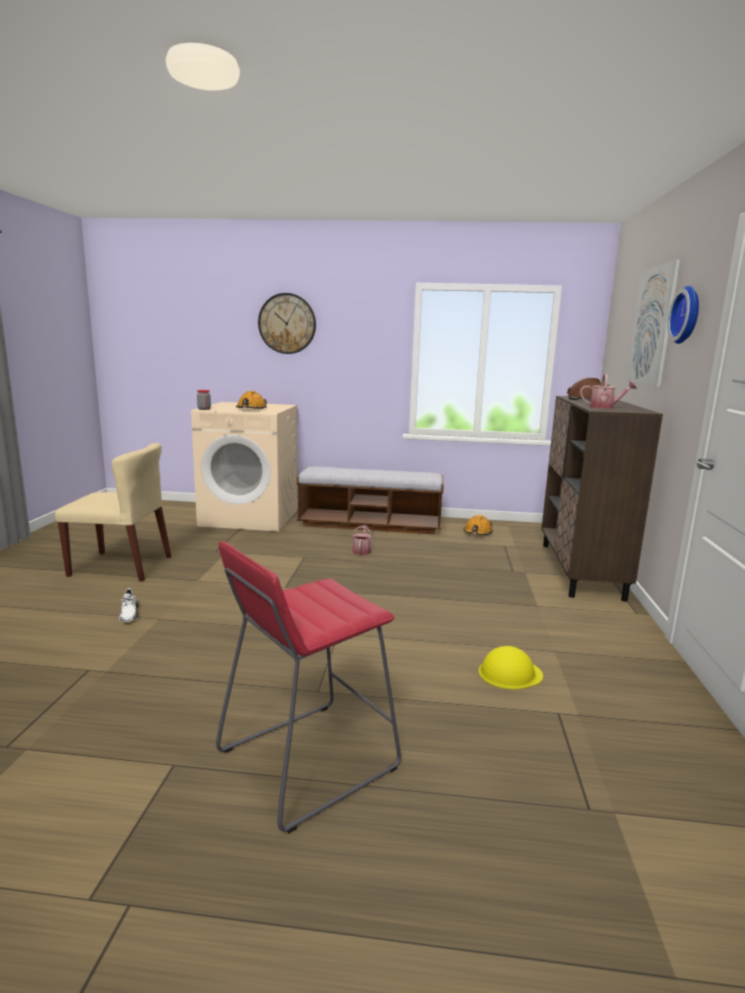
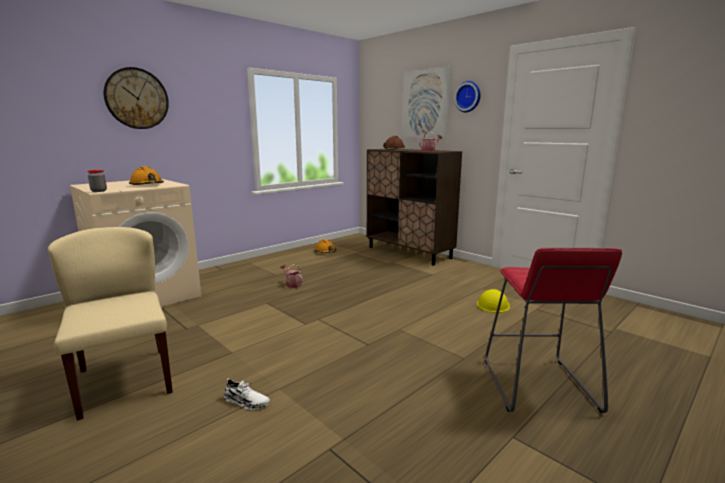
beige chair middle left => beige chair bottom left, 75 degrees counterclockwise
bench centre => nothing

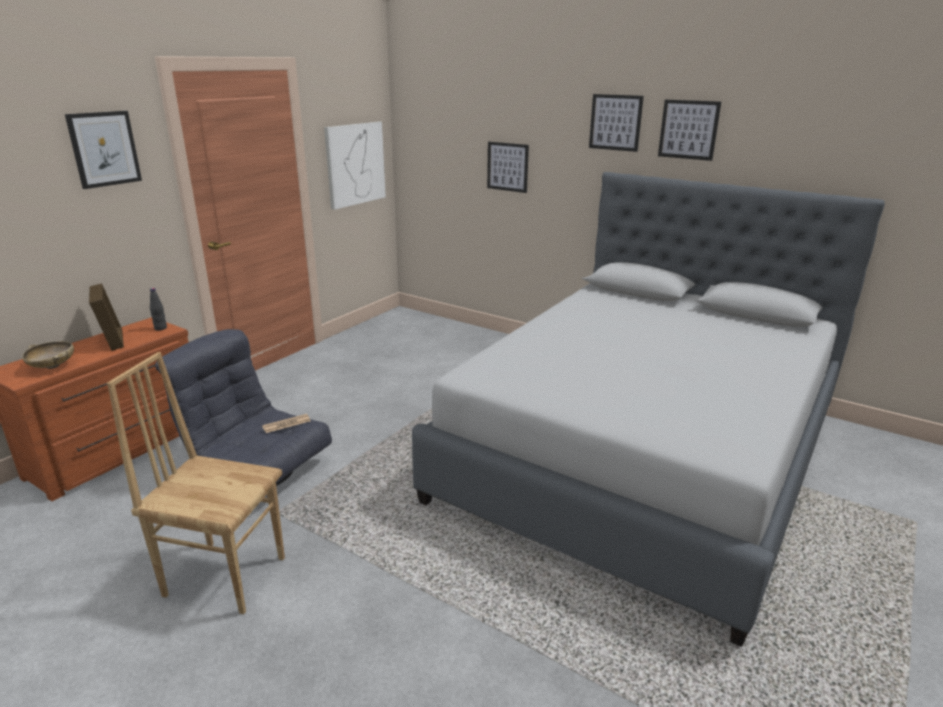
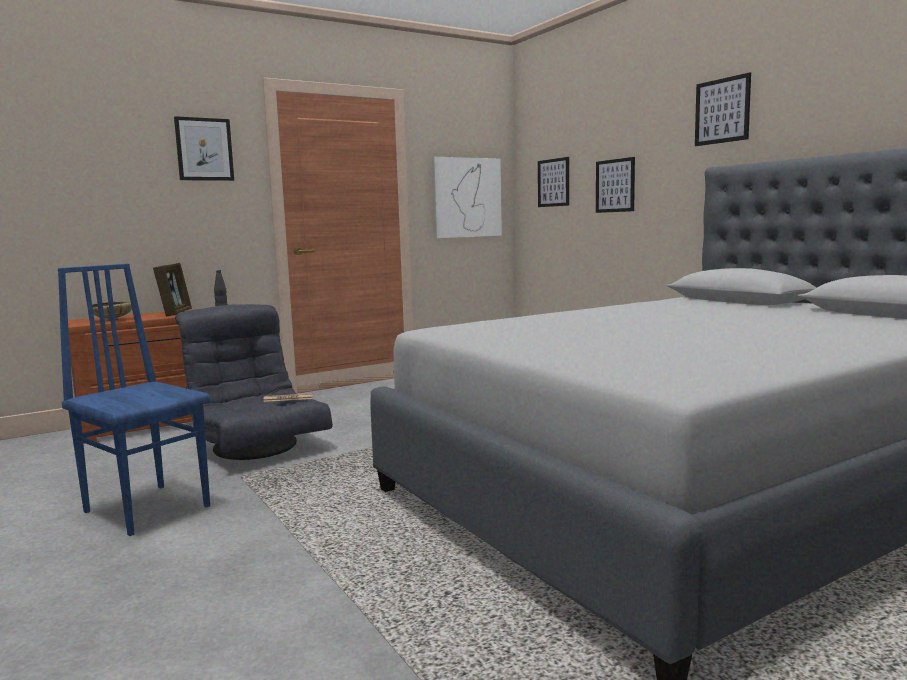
picture (no. 5 from left in the first image) top right => picture (no. 3 from left) top centre, shifted
brown chair bottom left => blue chair middle left

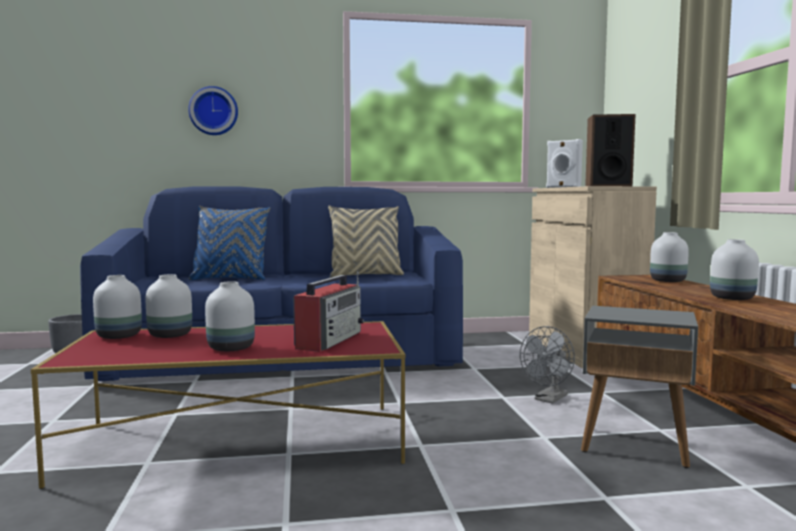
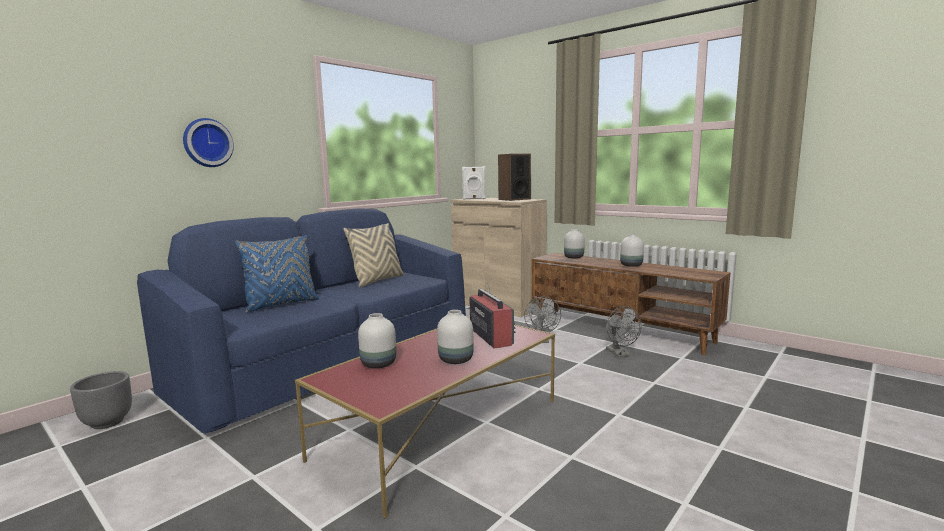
white vase (no. 1 from left) middle left => nothing
grey side table bottom right => grey fan (no. 2 from left) centre

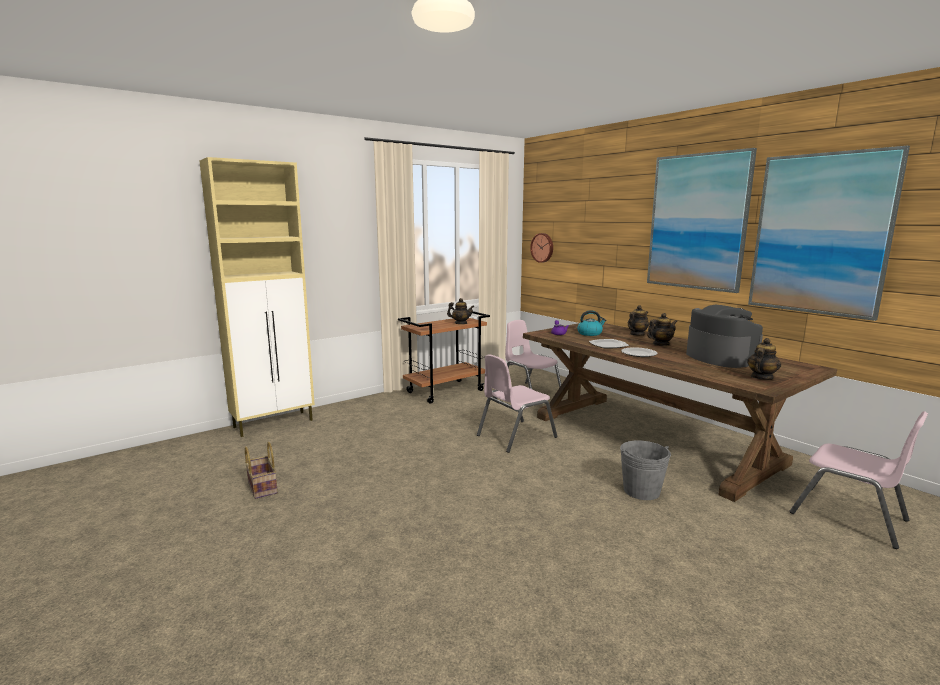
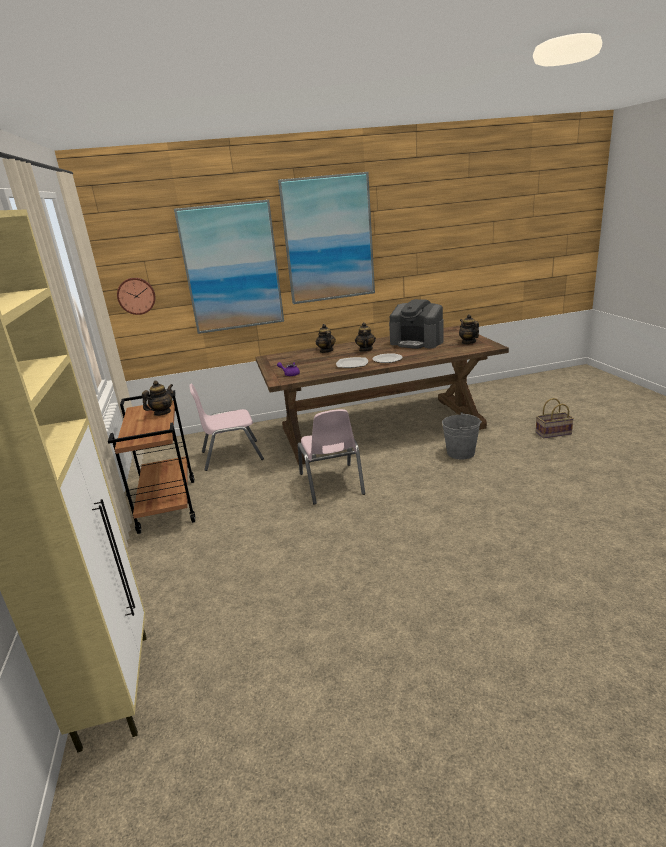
picture (no. 2 from left in the first image) middle right => picture (no. 1 from left) top centre, shifted
coffee machine middle right => coffee machine centre, 150 degrees counterclockwise
kettle centre => nothing
pink chair (no. 3 from left) bottom right => nothing
basket bottom left => basket middle right, shifted

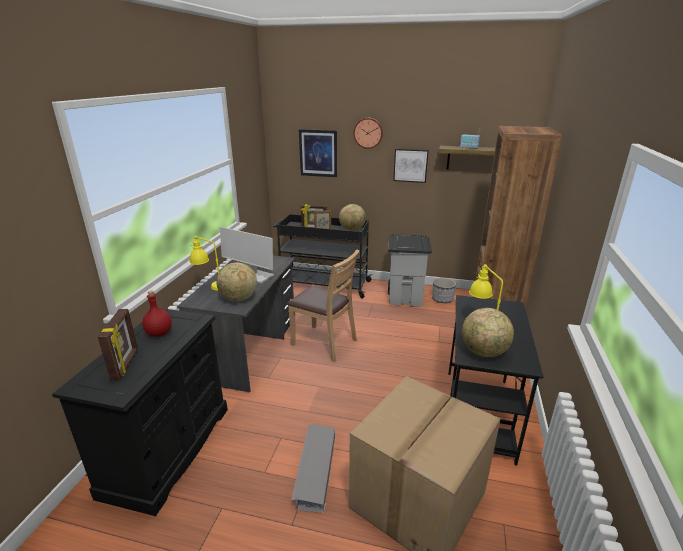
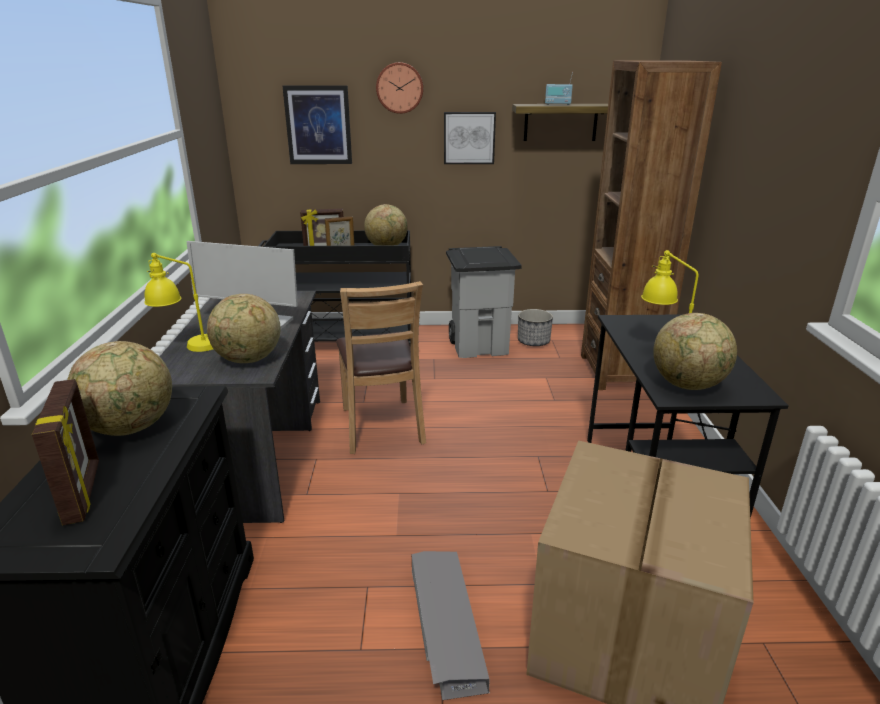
brown chair centre, 60 degrees clockwise
red bottle middle left => globe (no. 1 from left) middle left

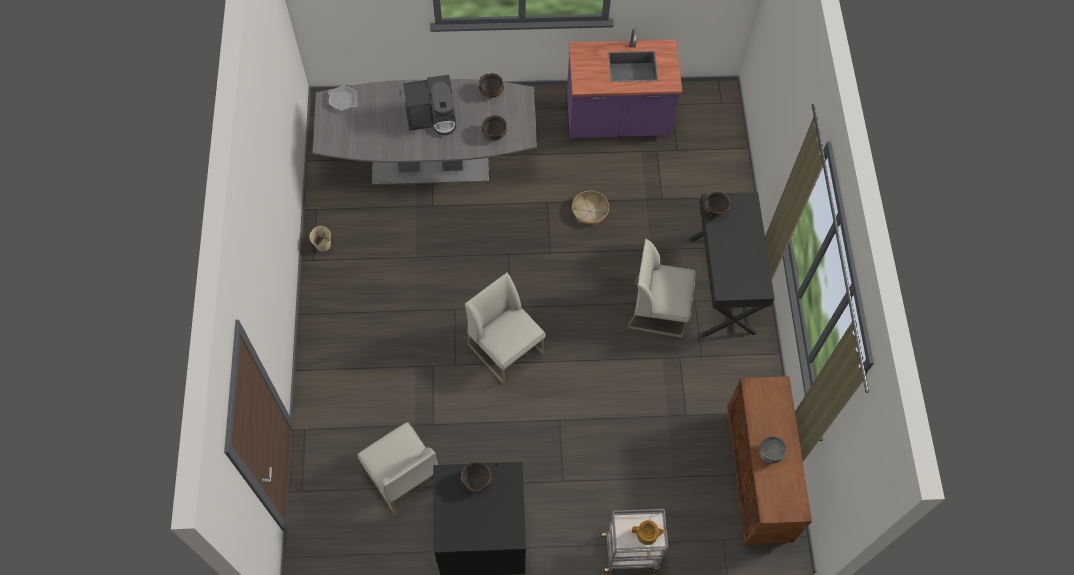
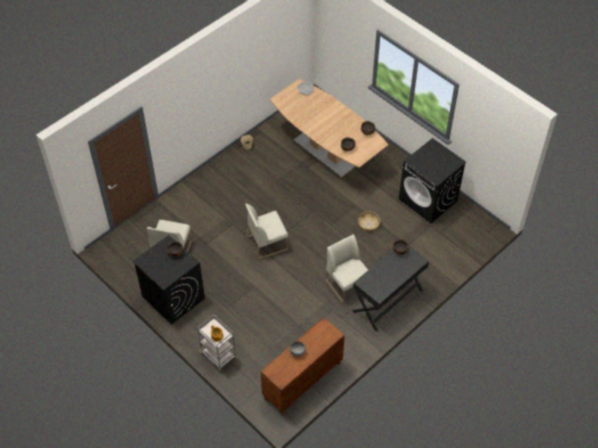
purple counter top centre => black washing machine (no. 2 from left) middle right
coffee machine top centre => nothing
grey dining table top centre => brown dining table top centre
white chair (no. 2 from left) centre, 120 degrees counterclockwise

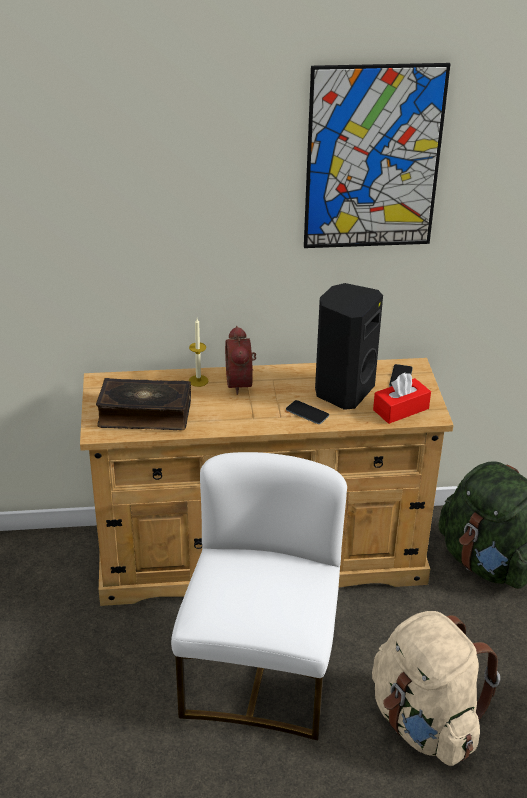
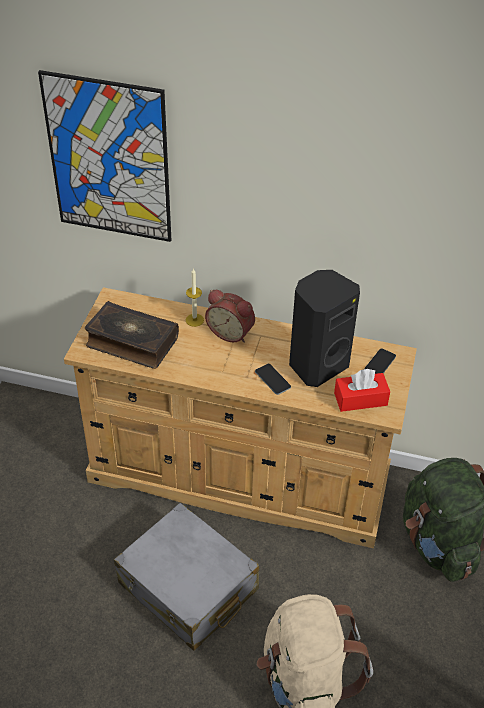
picture top right => picture top left, shifted
alarm clock centre, 75 degrees counterclockwise
white chair bottom centre => grey suitcase bottom centre

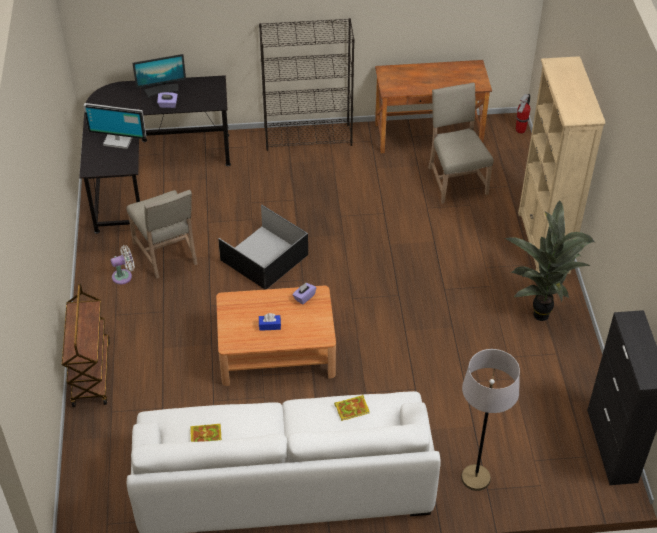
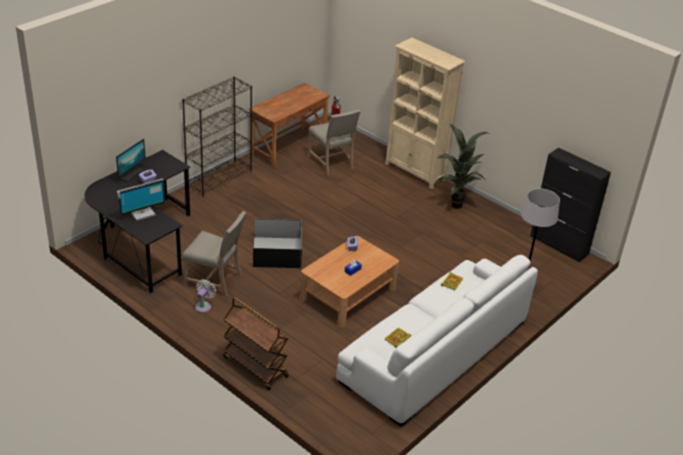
beige chair (no. 2 from left) top right => beige chair (no. 2 from left) top centre, 150 degrees counterclockwise

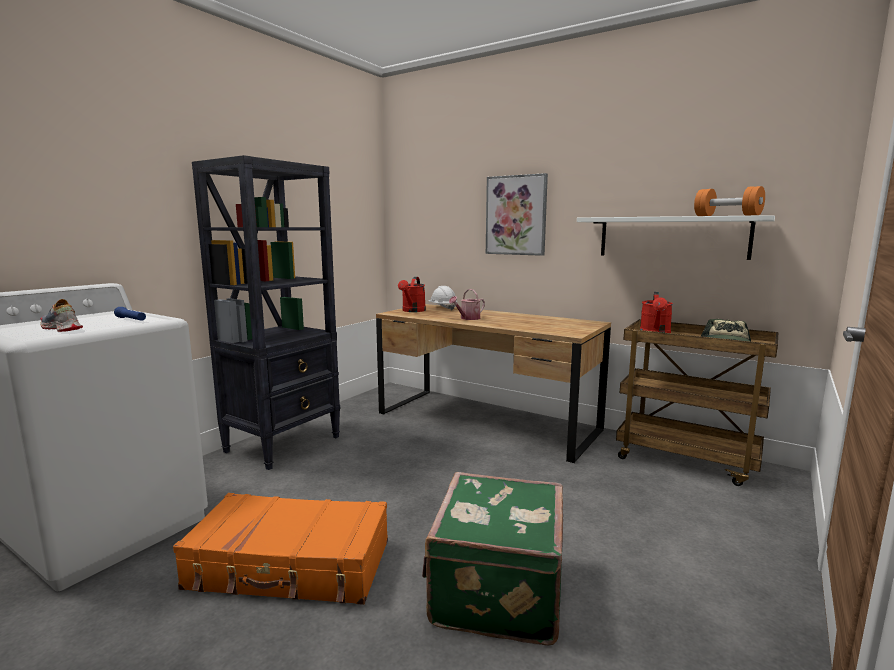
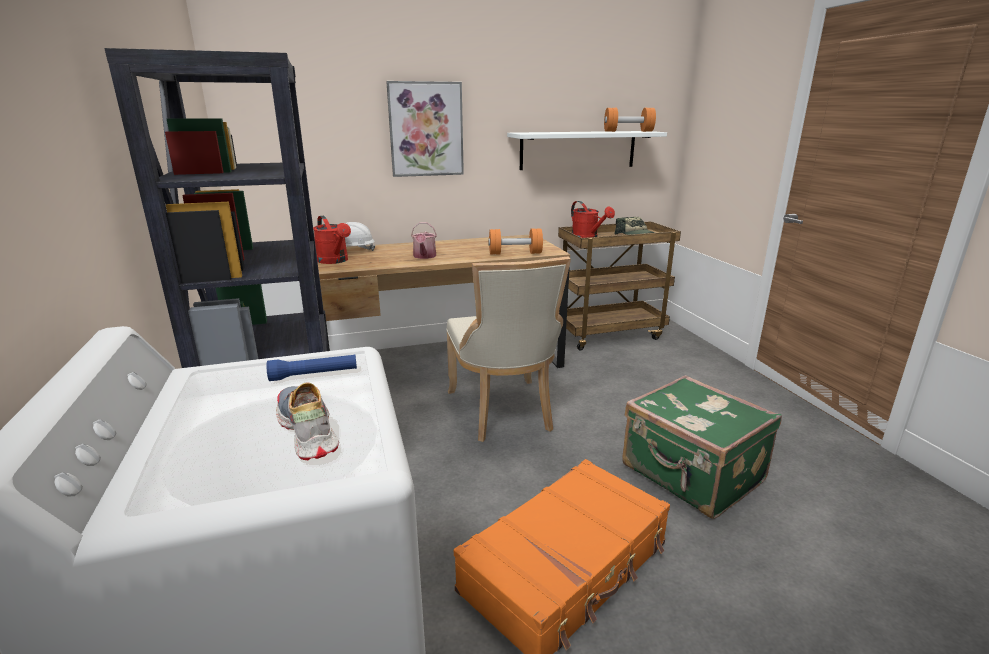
shoe middle left, 75 degrees clockwise
nothing => orange dumbbell (no. 1 from left) centre
nothing => beige chair centre

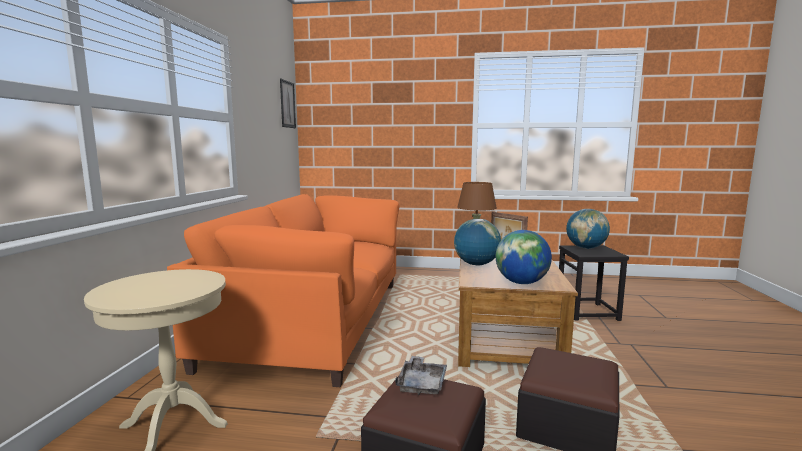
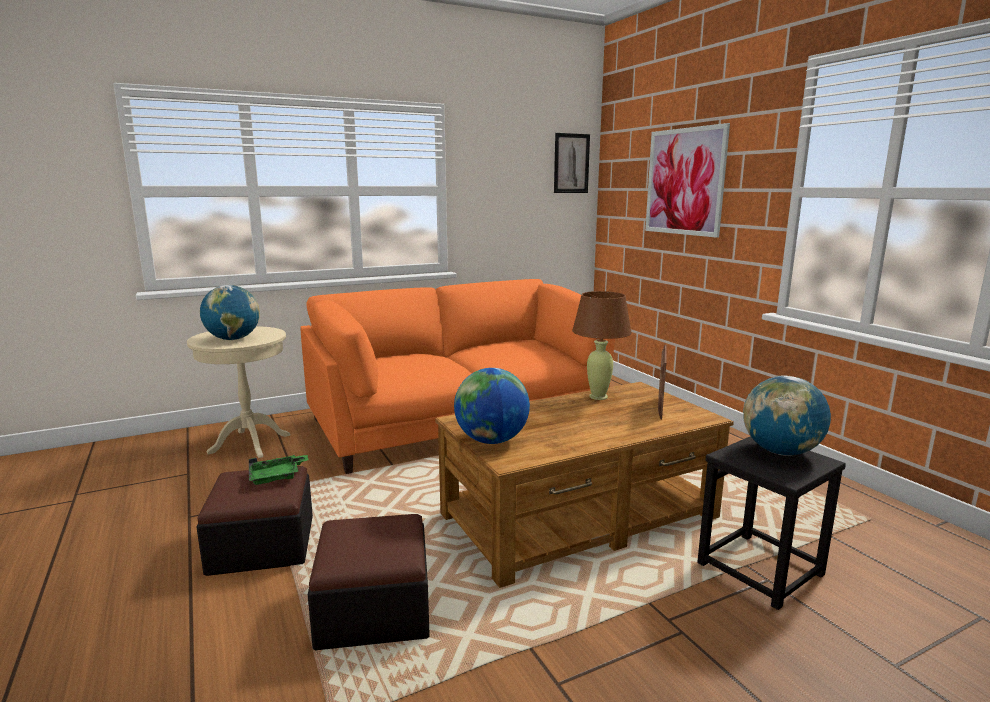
globe (no. 1 from left) centre => globe (no. 1 from left) middle left, shifted
grey tray bottom centre => green tray bottom left
nothing => picture (no. 2 from left) top right

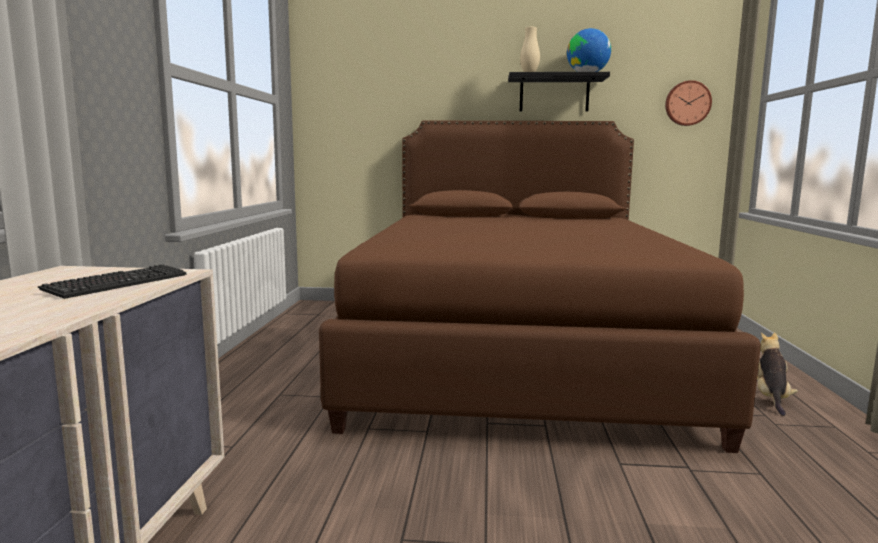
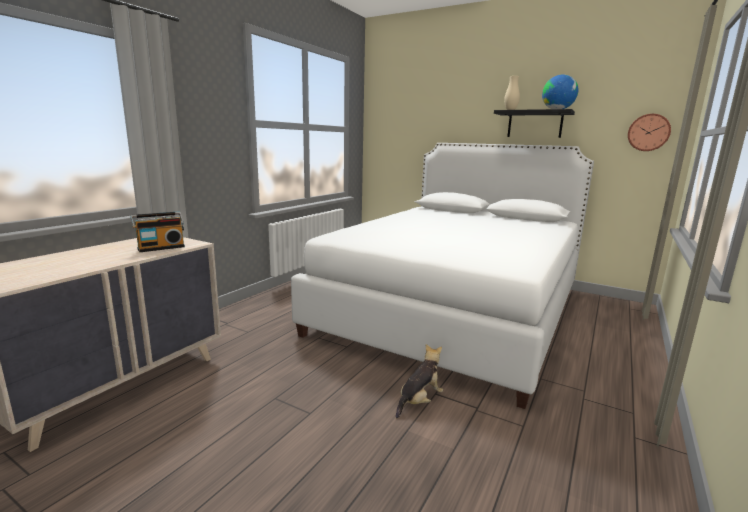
brown bed centre => white bed centre
keyboard middle left => radio middle left
plush toy bottom right => plush toy bottom centre, shifted

